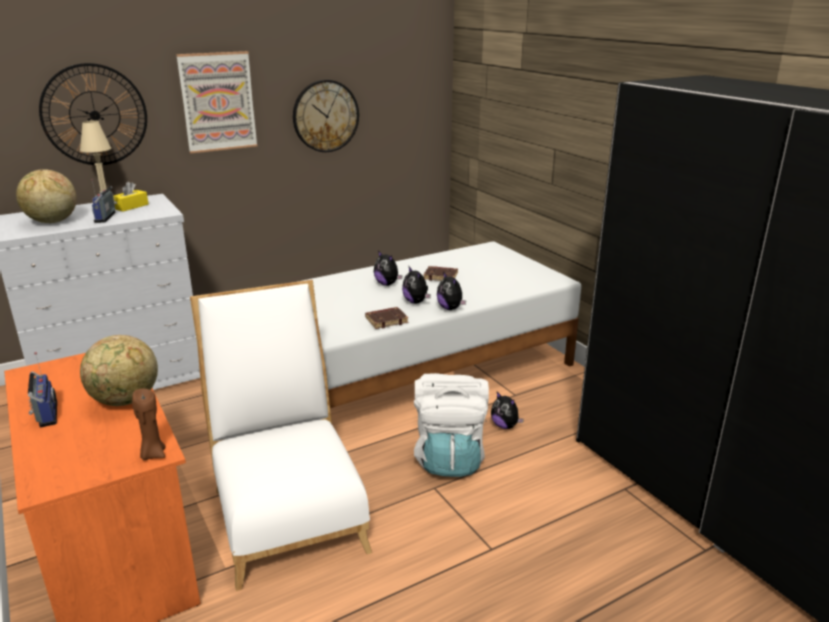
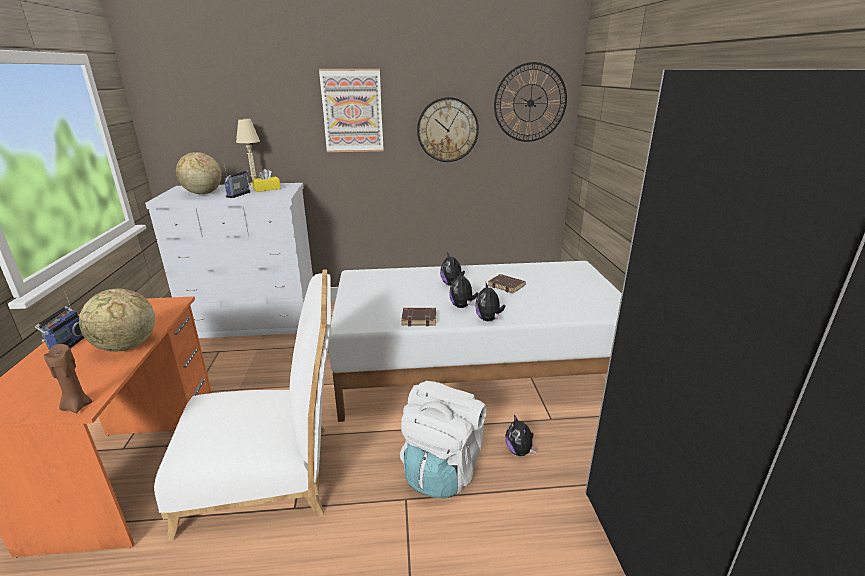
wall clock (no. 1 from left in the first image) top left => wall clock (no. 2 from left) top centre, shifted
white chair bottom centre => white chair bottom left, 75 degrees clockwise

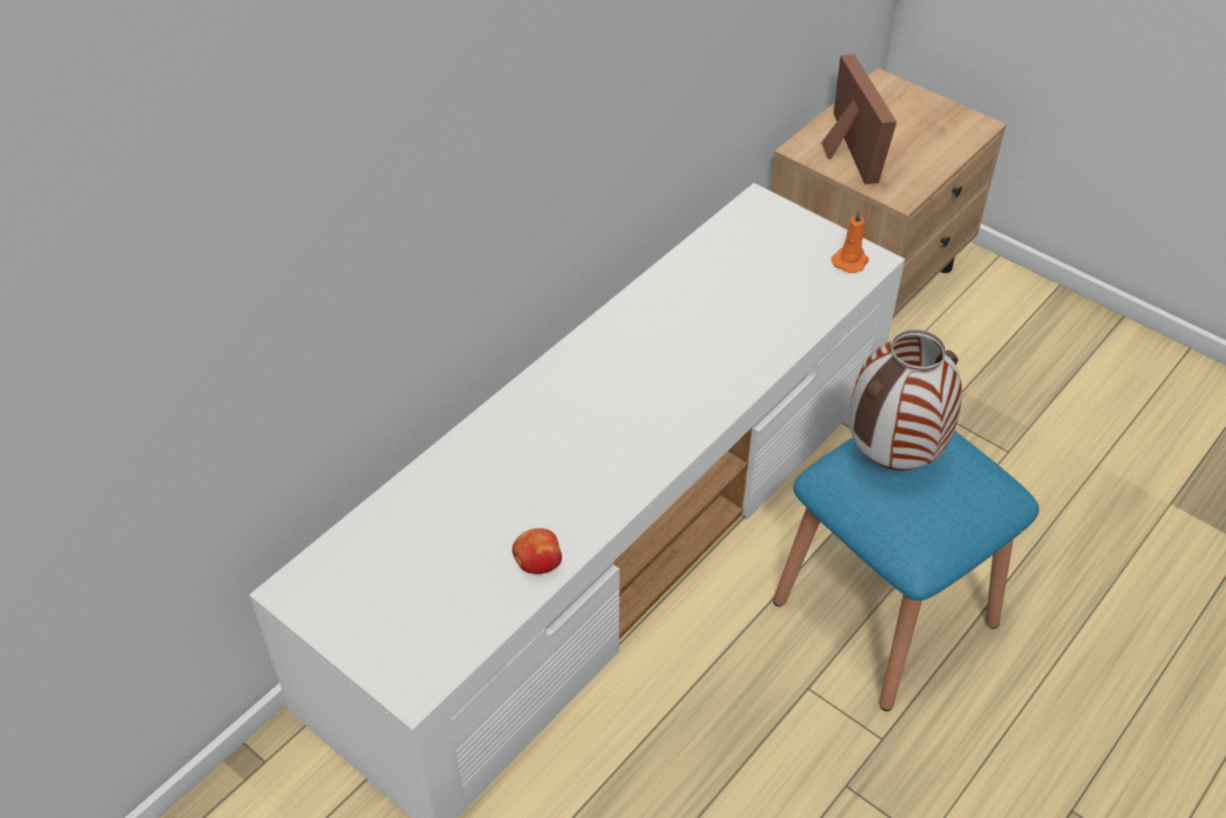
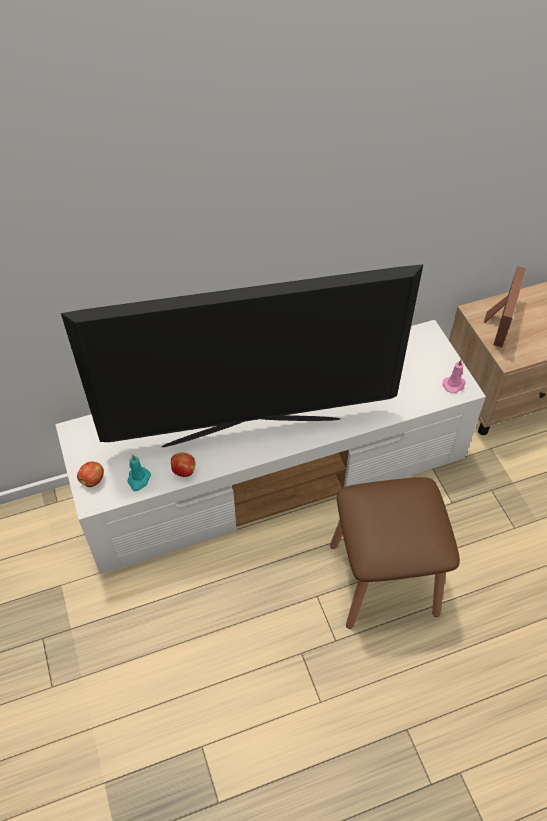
orange candle top right => pink candle middle right
vase middle right => nothing
blue stool bottom right => brown stool bottom right
nothing => television centre
nothing => turquoise candle middle left
nothing => apple (no. 1 from left) middle left

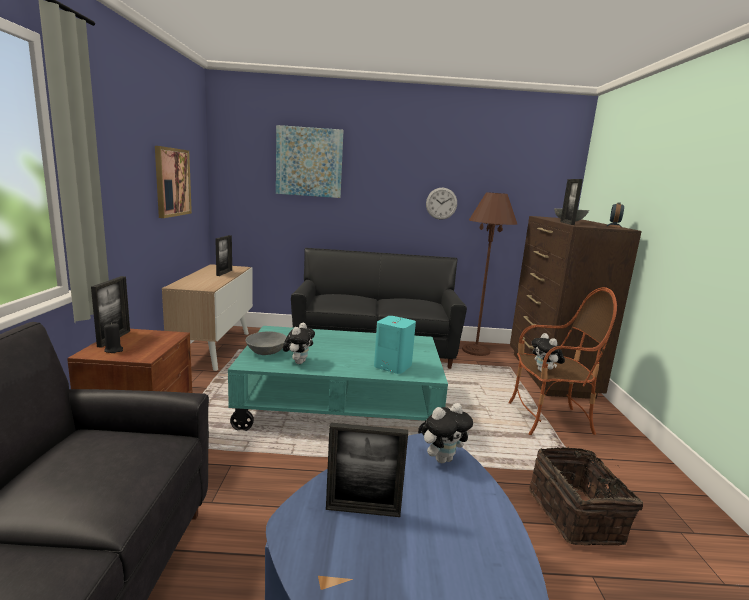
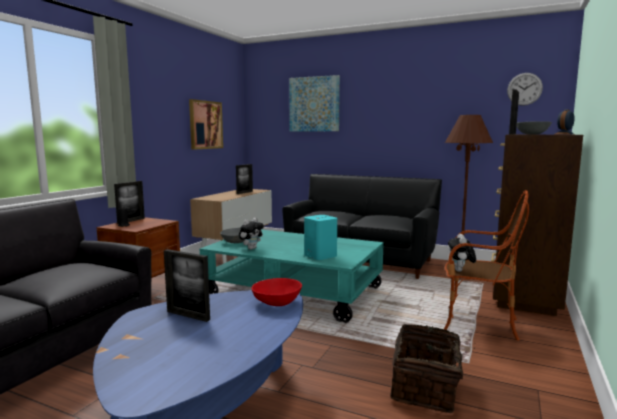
wall clock centre => wall clock top right, shifted
plush toy (no. 2 from left) bottom centre => red bowl bottom centre

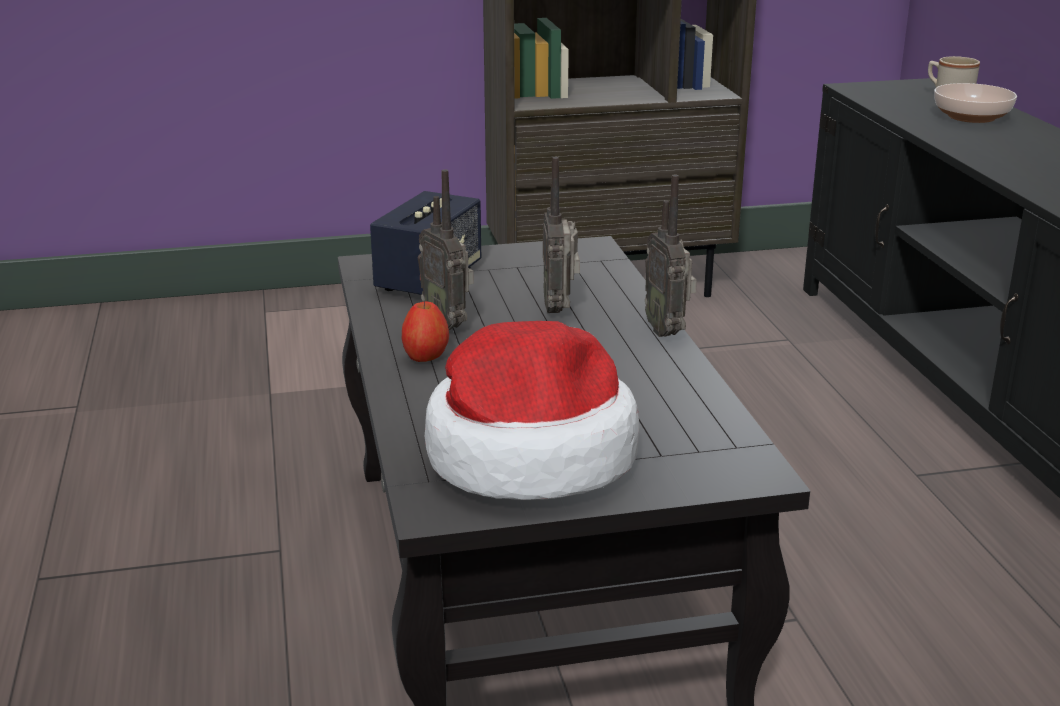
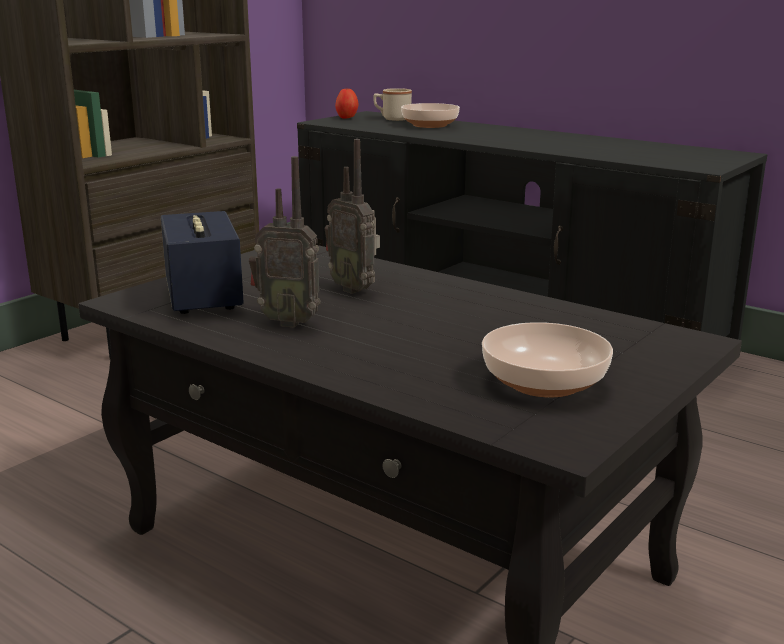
radio (no. 3 from left) centre => nothing
apple centre => apple top centre, shifted
hat centre => bowl (no. 2 from left) middle right

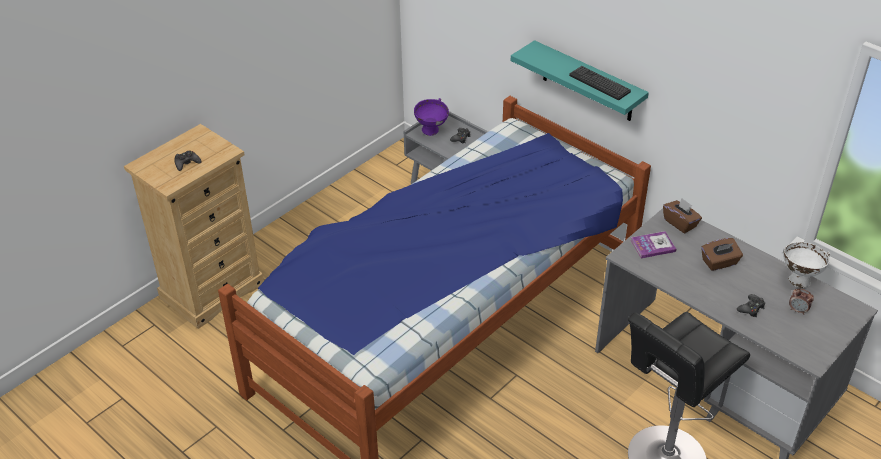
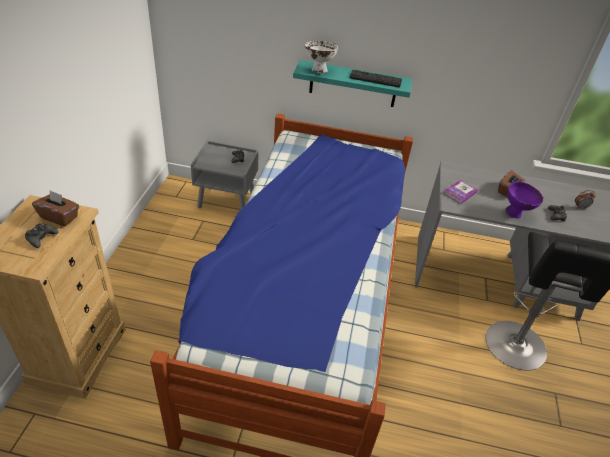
purple bowl top centre => purple bowl middle right, shifted
brown tissue box (no. 1 from left) middle right => brown tissue box (no. 1 from left) middle left, shifted
white bowl middle right => white bowl top centre, shifted

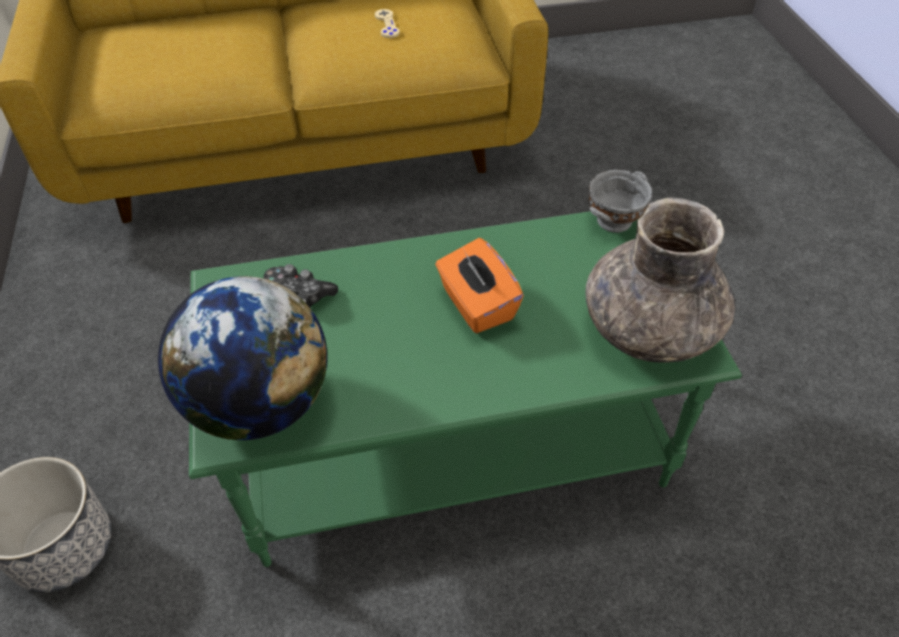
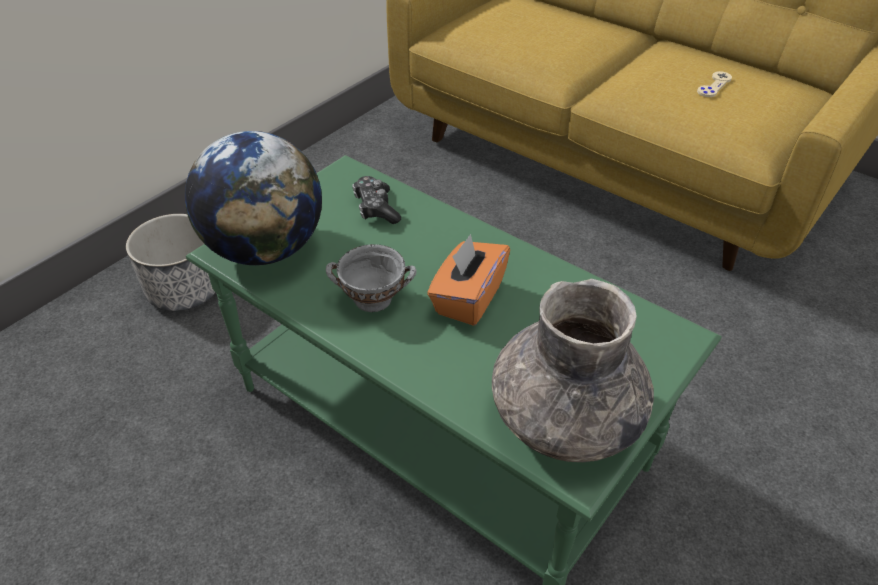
grey bowl top right => grey bowl centre, shifted

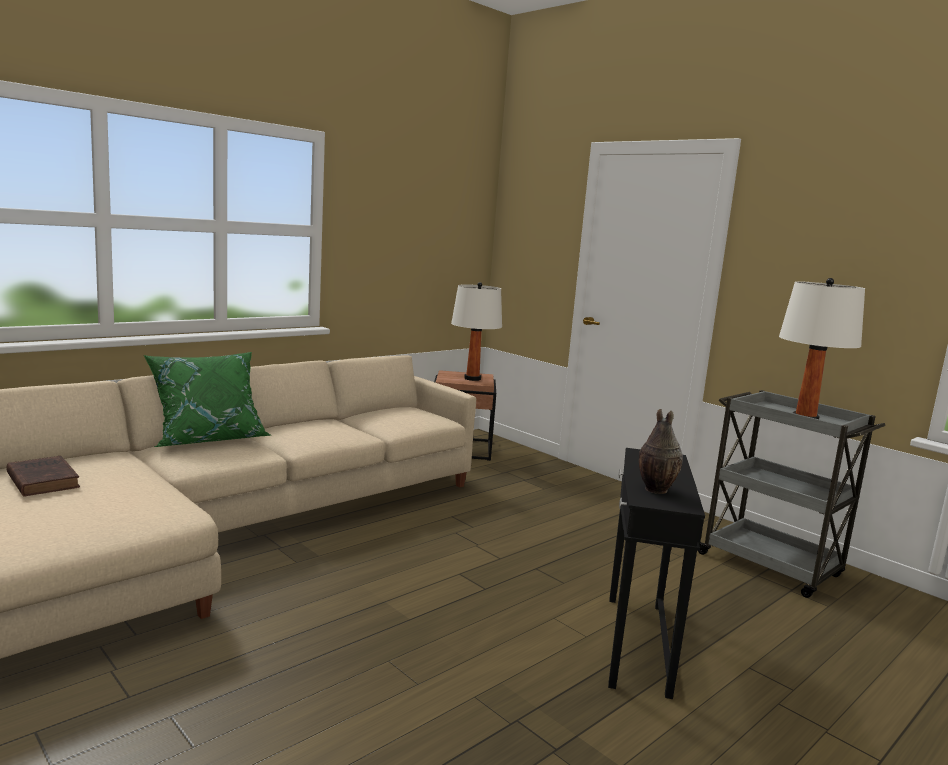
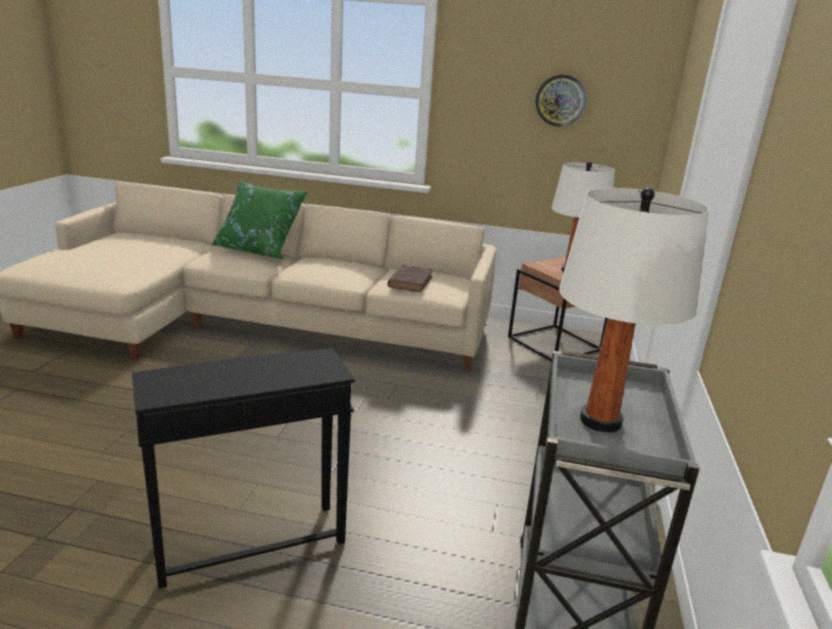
vase middle right => nothing
brown book middle left => brown book centre, shifted
nothing => wall clock top right

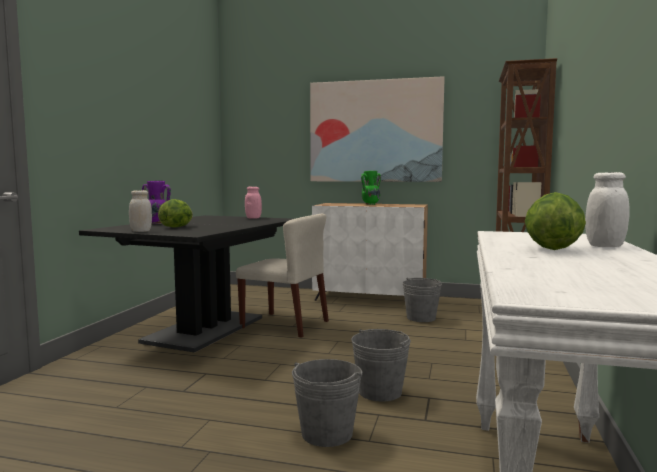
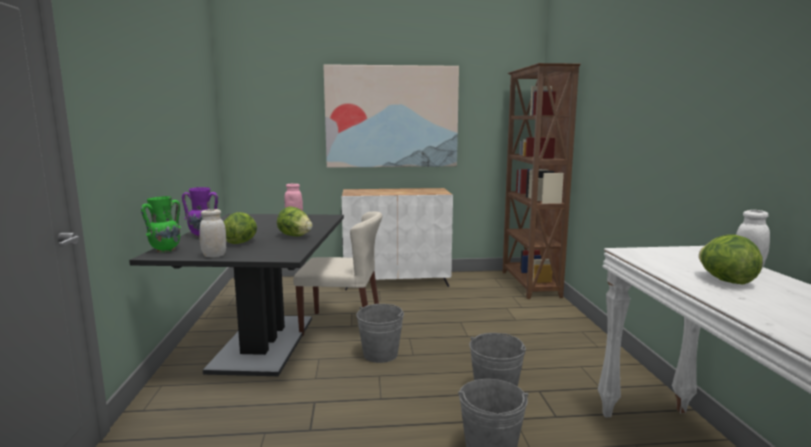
green vase centre => green vase middle left, shifted
grey bucket (no. 3 from left in the first image) centre => grey bucket (no. 1 from left) bottom centre, shifted
nothing => lettuce (no. 2 from left) centre

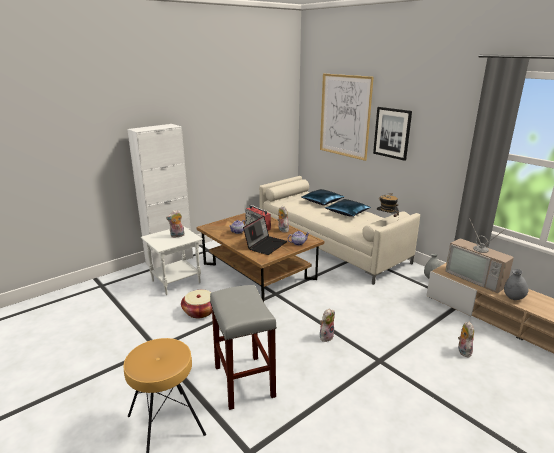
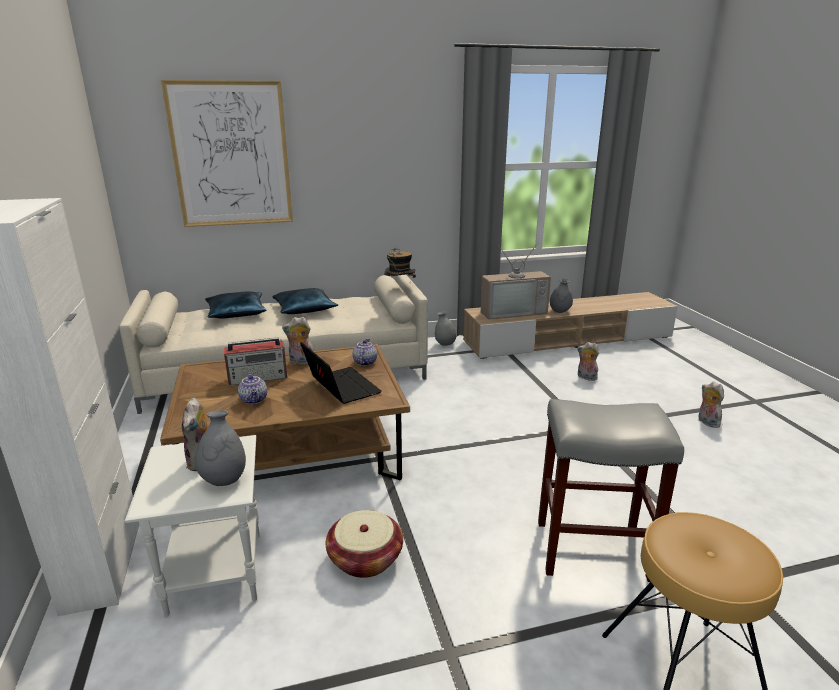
picture (no. 2 from left) top right => nothing
plush toy (no. 3 from left in the first image) bottom centre => plush toy (no. 4 from left) middle right, shifted
nothing => grey vase (no. 1 from left) middle left

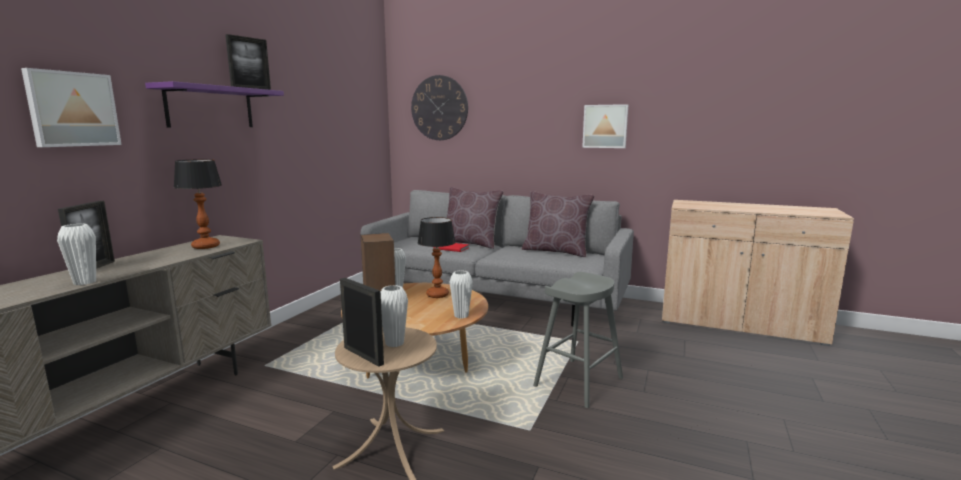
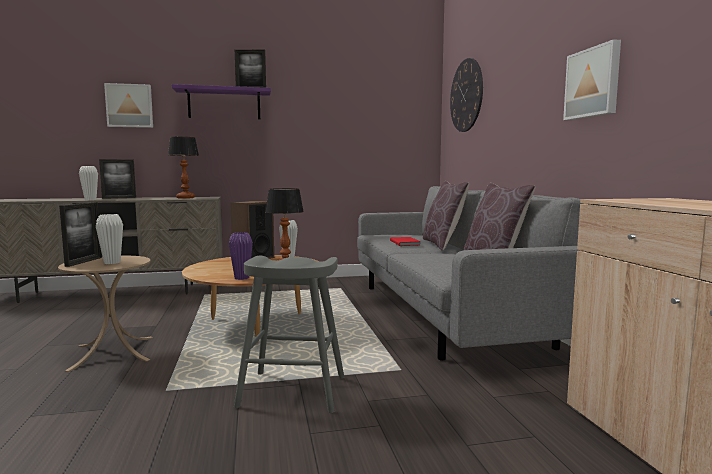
white vase (no. 4 from left) centre => purple vase centre

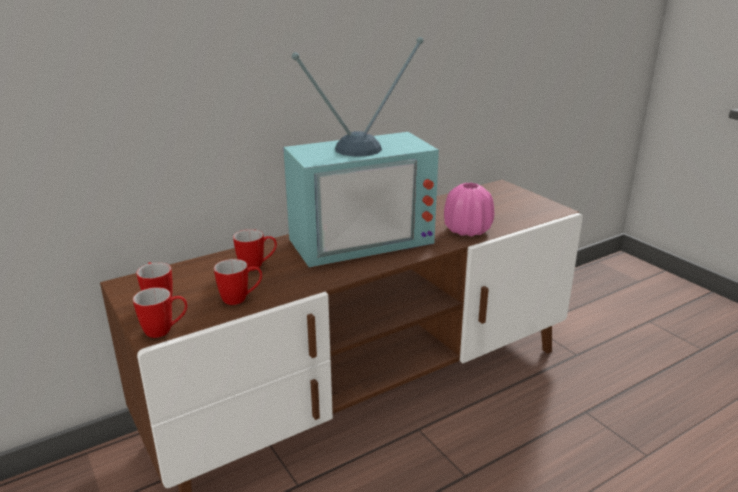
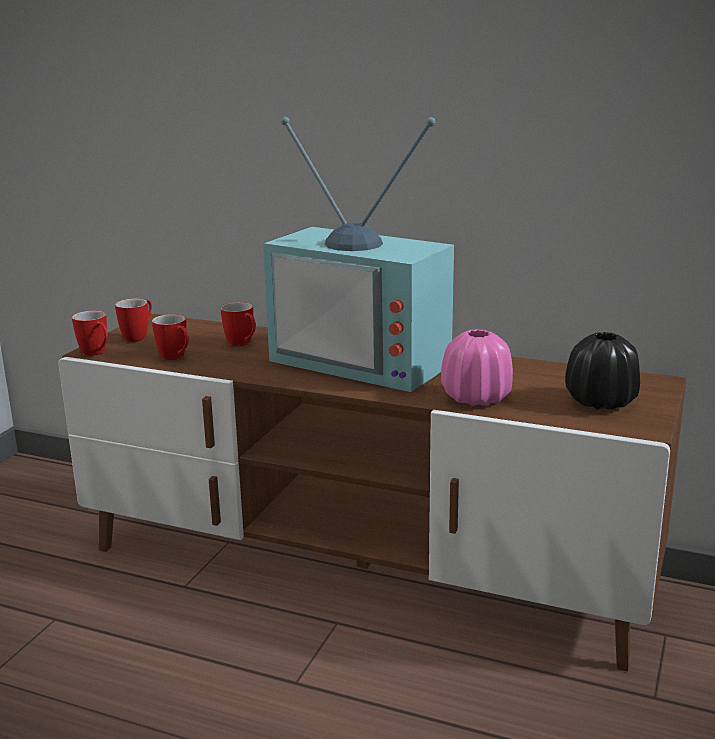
nothing => black vase middle right

